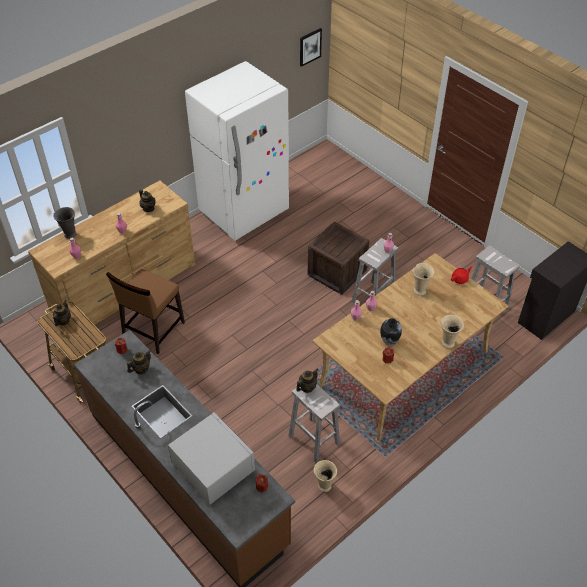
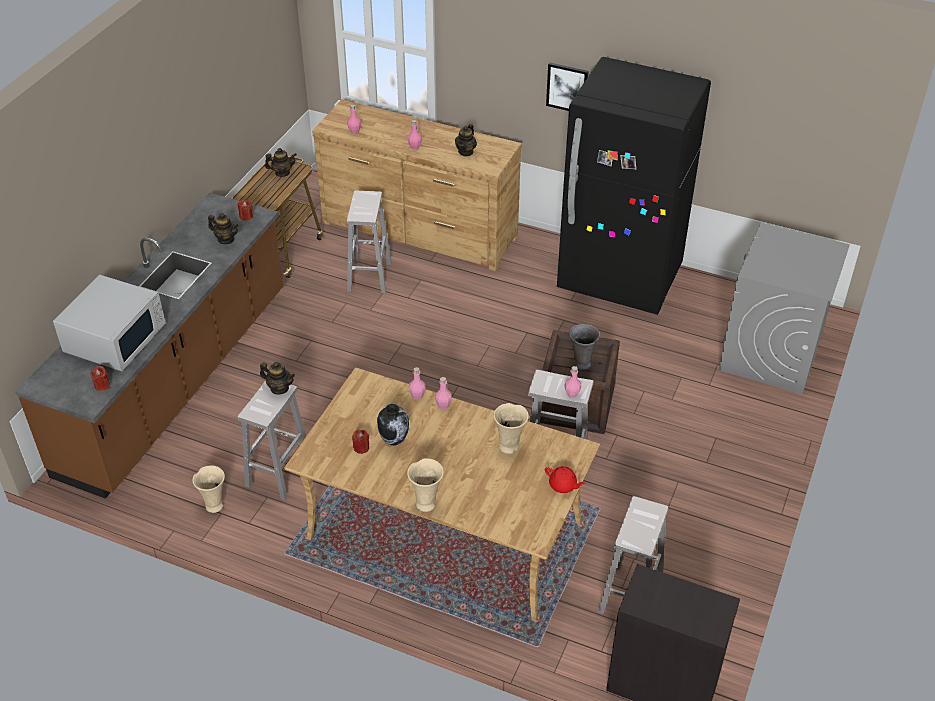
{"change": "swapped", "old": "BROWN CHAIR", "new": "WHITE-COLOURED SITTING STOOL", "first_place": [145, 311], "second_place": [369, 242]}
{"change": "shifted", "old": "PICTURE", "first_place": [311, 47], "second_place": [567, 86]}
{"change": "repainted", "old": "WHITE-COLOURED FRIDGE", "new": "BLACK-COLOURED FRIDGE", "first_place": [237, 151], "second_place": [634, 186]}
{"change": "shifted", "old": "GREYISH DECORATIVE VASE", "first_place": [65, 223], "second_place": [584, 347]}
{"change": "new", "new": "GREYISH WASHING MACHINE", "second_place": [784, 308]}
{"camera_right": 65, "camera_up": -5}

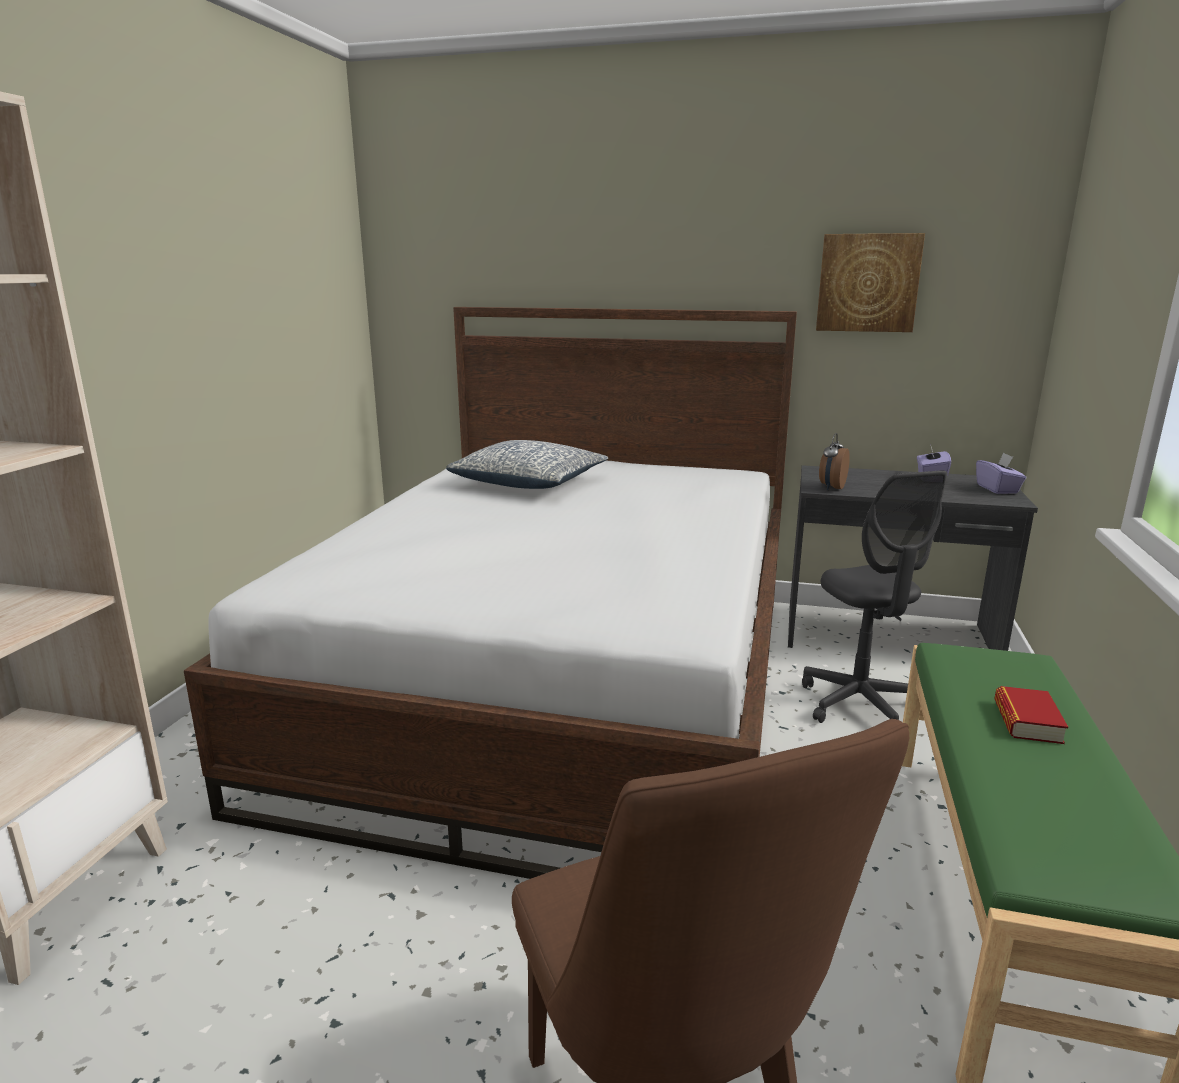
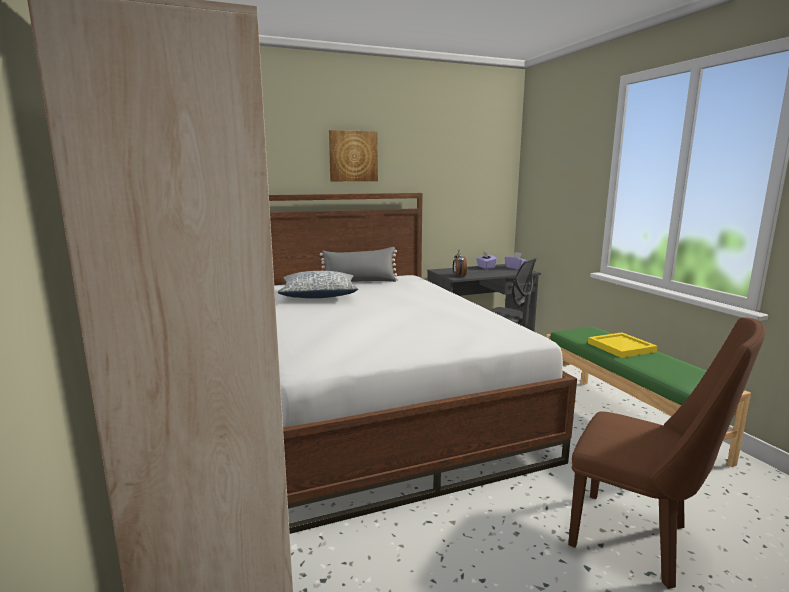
{"change": "new", "new": "GREYISH THROW PILLOW", "second_place": [359, 264]}
{"change": "shifted", "old": "PICTURE", "first_place": [870, 282], "second_place": [353, 155]}
{"change": "swapped", "old": "BOOK", "new": "YELLOW-COLOURED TRAY", "first_place": [1031, 715], "second_place": [622, 345]}
{"camera_right": -35, "camera_up": -5}

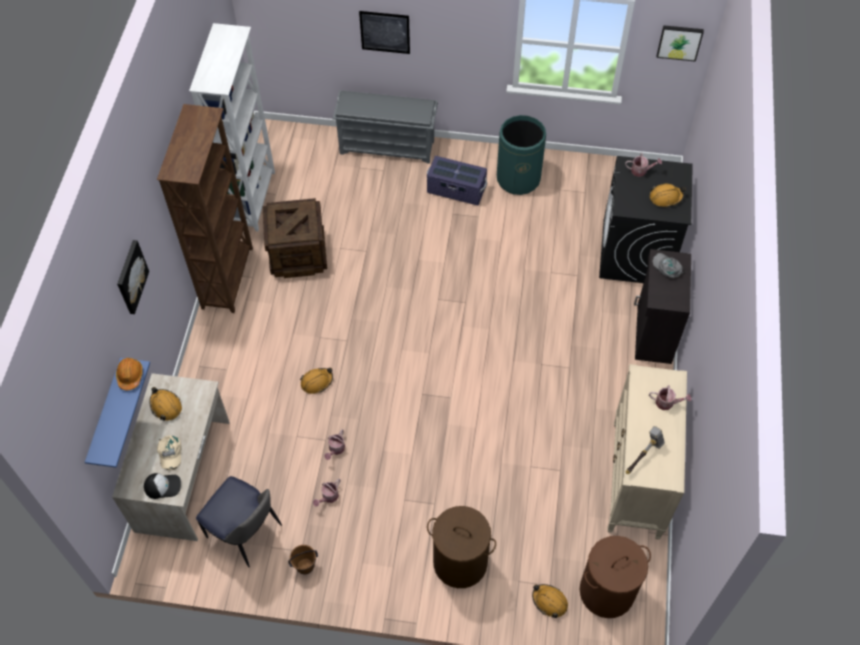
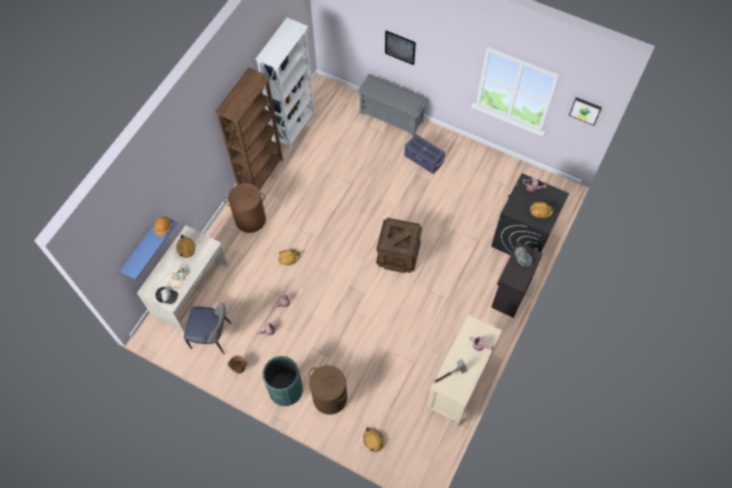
{"change": "rotated", "old": "CHAIR", "first_place": [239, 522], "second_place": [208, 328], "degrees": -45}
{"change": "shifted", "old": "BROWN HAMPER", "first_place": [615, 577], "second_place": [245, 208]}
{"change": "shifted", "old": "GREENISH WASTE BIN", "first_place": [521, 155], "second_place": [283, 381]}
{"change": "shifted", "old": "SHIPPING CRATE", "first_place": [295, 238], "second_place": [399, 245]}
{"change": "gone", "old": "PICTURE", "first_place": [133, 277]}
{"camera_right": 20, "camera_up": 5}

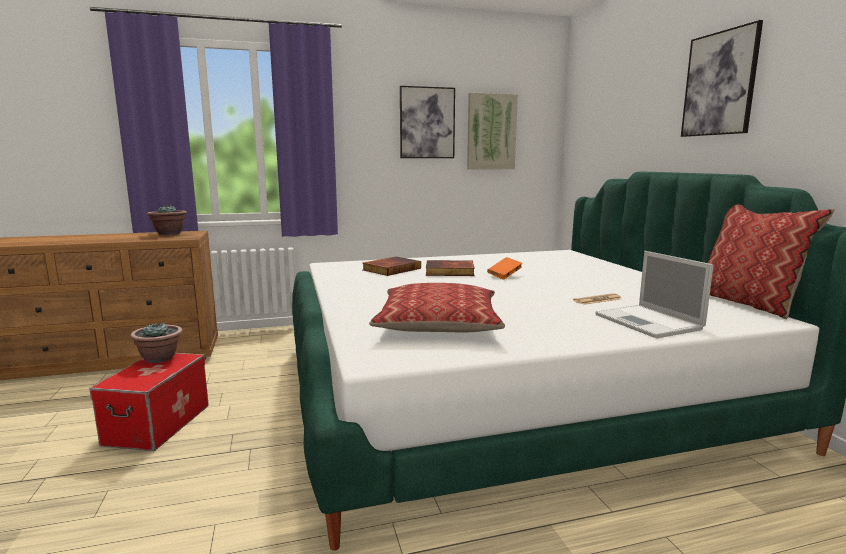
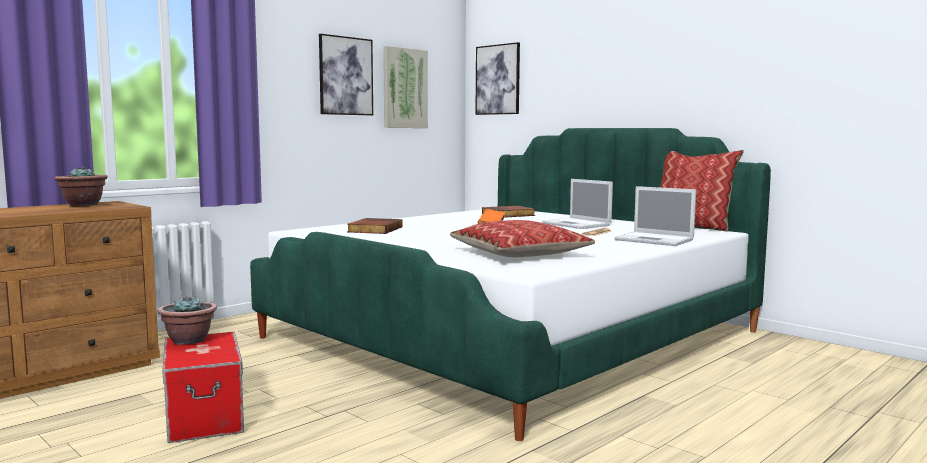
{"change": "shifted", "old": "PICTURE", "first_place": [722, 78], "second_place": [497, 78]}
{"change": "shifted", "old": "BOOK", "first_place": [450, 268], "second_place": [508, 212]}
{"change": "new", "new": "PORTABLE COMPUTER", "second_place": [577, 204]}
{"camera_right": -30, "camera_up": -5}

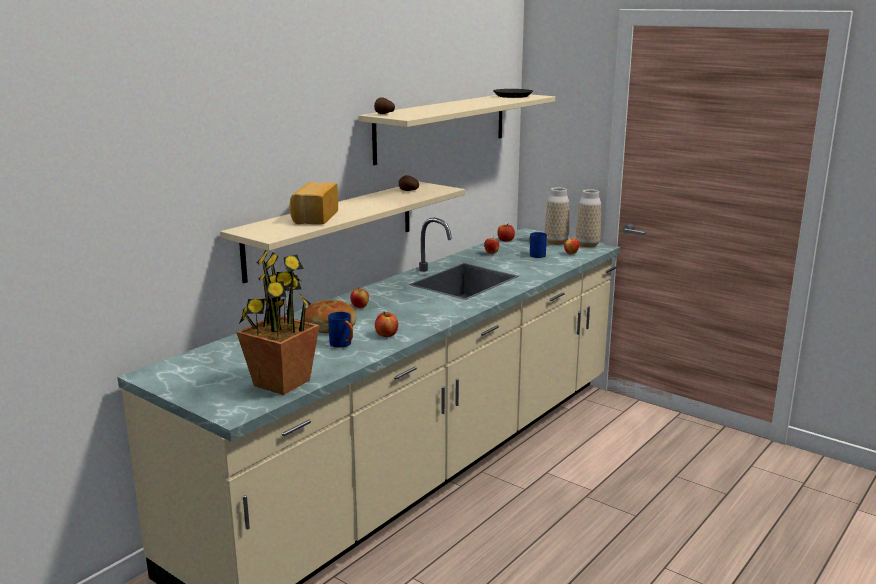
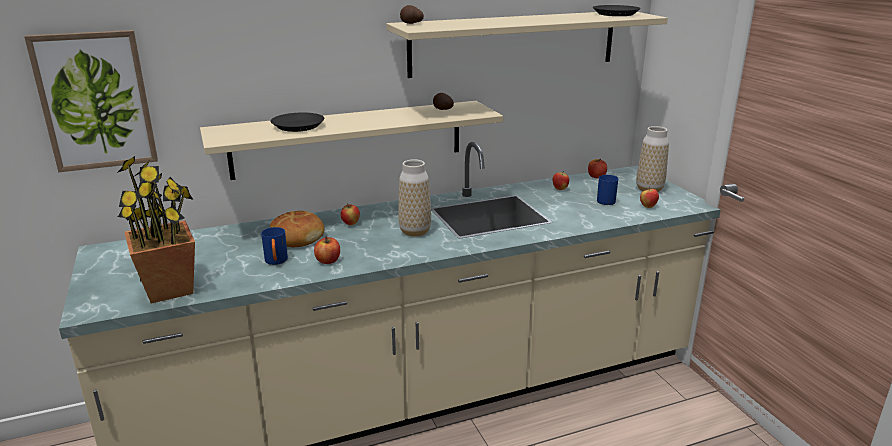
{"change": "new", "new": "PICTURE", "second_place": [91, 101]}
{"change": "swapped", "old": "BAKERY BREAD", "new": "BLACK-COLOURED FLAT DISH", "first_place": [313, 203], "second_place": [298, 122]}
{"change": "shifted", "old": "DECORATIVE VASE", "first_place": [588, 218], "second_place": [414, 198]}
{"camera_right": 30, "camera_up": 5}

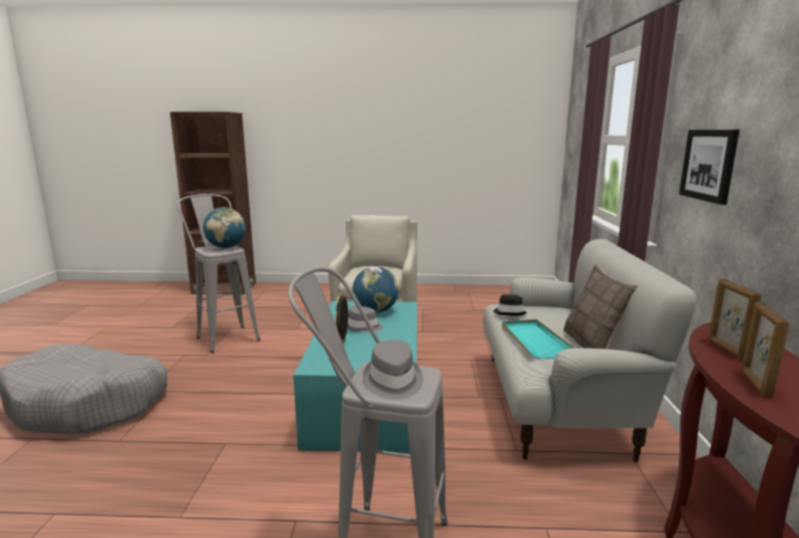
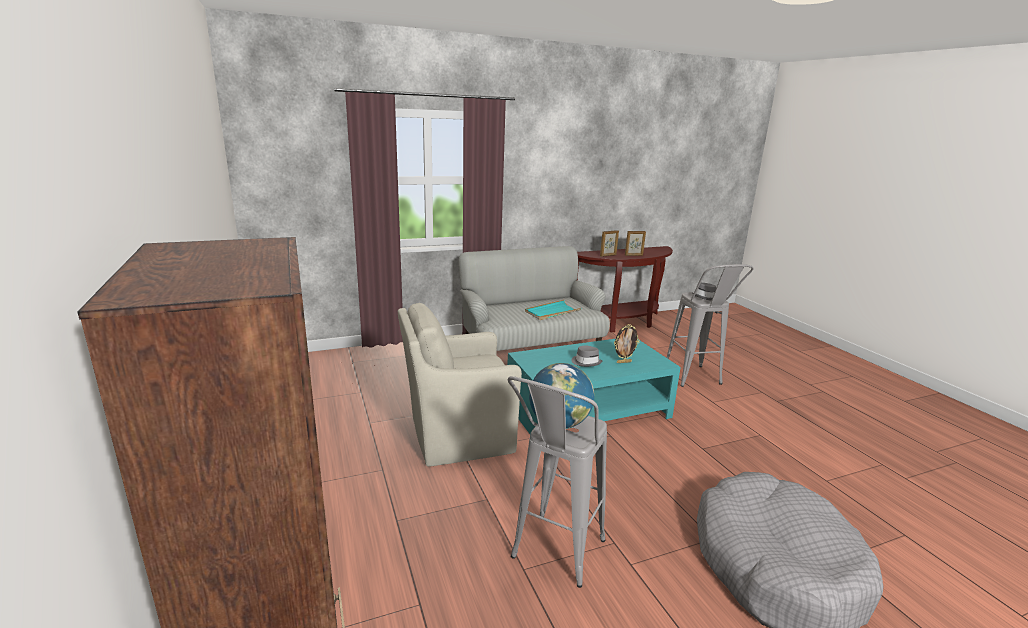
{"change": "gone", "old": "WORLD GLOBE", "first_place": [376, 290]}
{"change": "gone", "old": "BLACK-COLOURED WEARABLE HAT", "first_place": [510, 305]}
{"change": "gone", "old": "THROW PILLOW", "first_place": [600, 306]}
{"change": "gone", "old": "PICTURE", "first_place": [709, 167]}
{"camera_right": -115, "camera_up": 5}

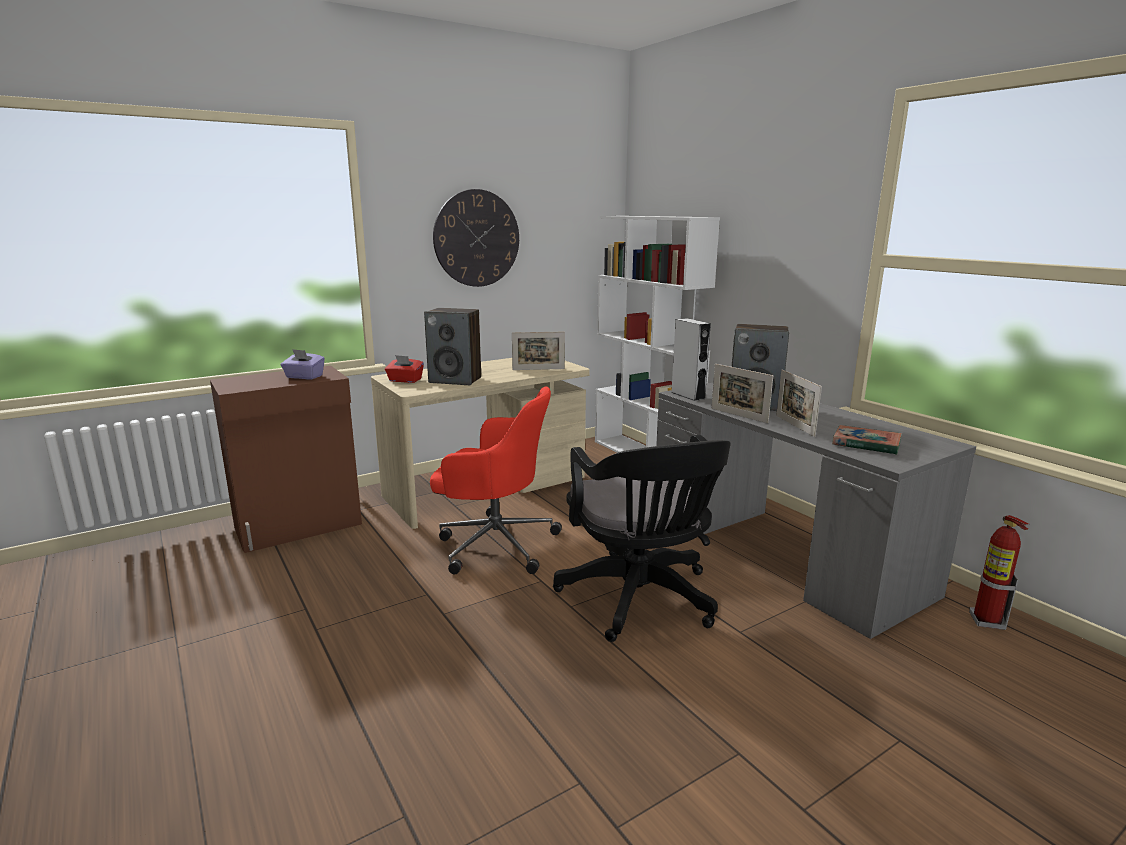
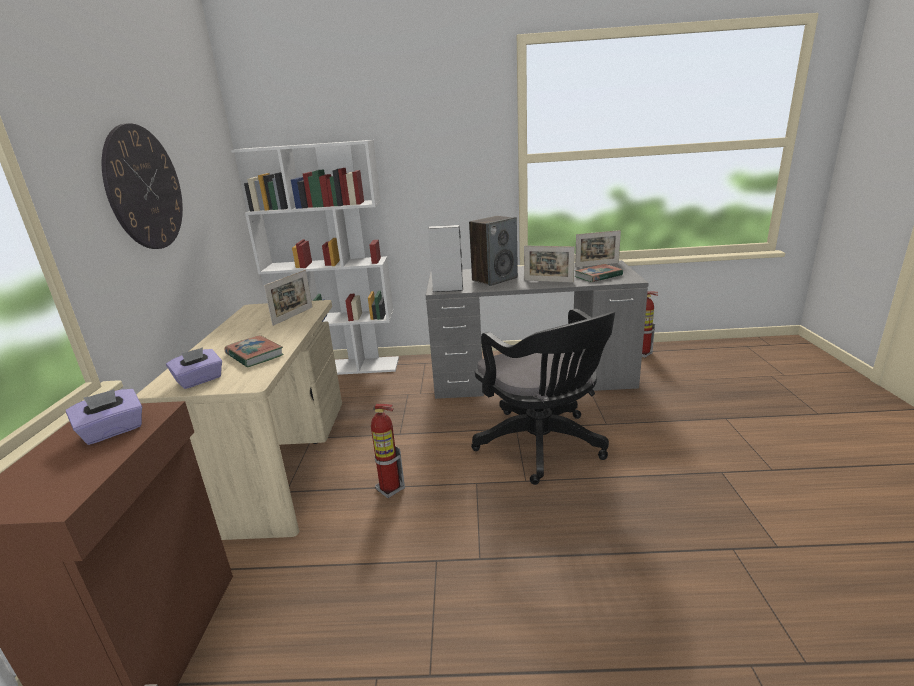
{"change": "repainted", "old": "RED-COLOURED TISSUE HOLDER", "new": "PURPLISH TISSUE HOLDER", "first_place": [404, 369], "second_place": [194, 368]}
{"change": "swapped", "old": "LOUDSPEAKER", "new": "BOOK", "first_place": [452, 346], "second_place": [254, 351]}
{"change": "swapped", "old": "RED-COLOURED OFFICE CHAIR", "new": "EXTINGUISHER", "first_place": [496, 480], "second_place": [388, 451]}
{"change": "rotated", "old": "BLACK-COLOURED OFFICE CHAIR", "first_place": [642, 538], "second_place": [543, 397], "degrees": 45}
{"change": "shifted", "old": "PICTURE FRAME", "first_place": [742, 393], "second_place": [598, 248]}
{"camera_right": -55, "camera_up": 5}

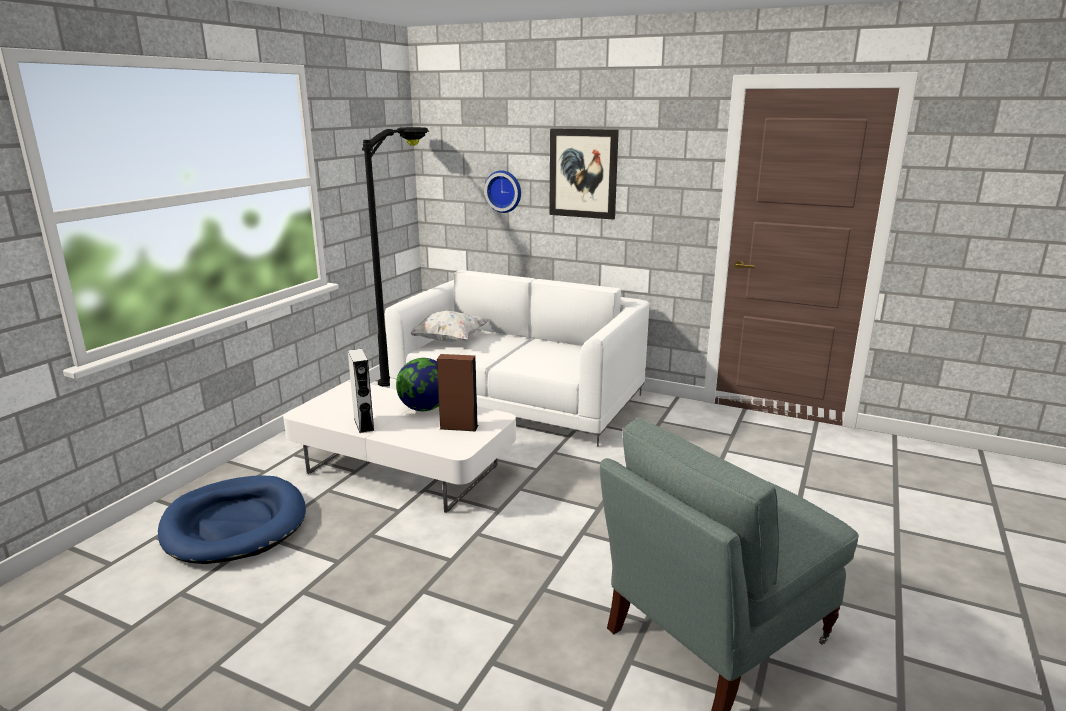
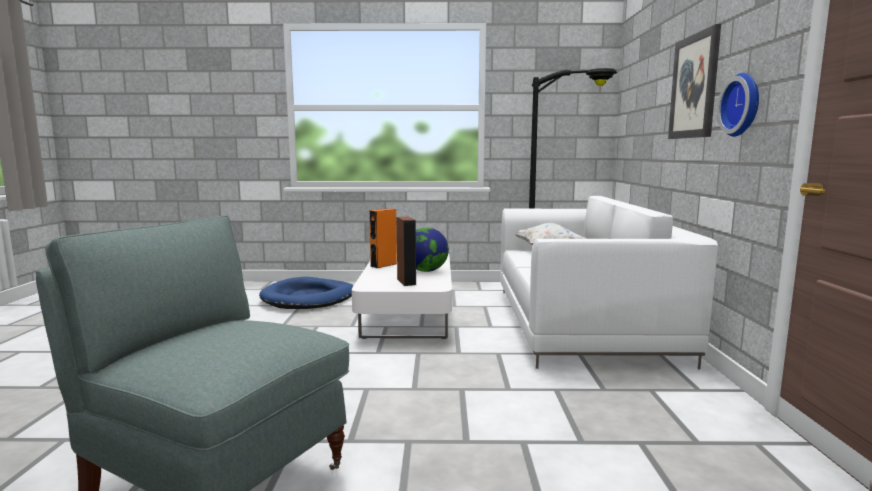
{"change": "repainted", "old": "GREYISH LOUDSPEAKER", "new": "ORANGEY LOUDSPEAKER", "first_place": [361, 391], "second_place": [383, 238]}
{"change": "shifted", "old": "HANGING CLOCK", "first_place": [502, 191], "second_place": [738, 105]}
{"camera_right": 65, "camera_up": -10}

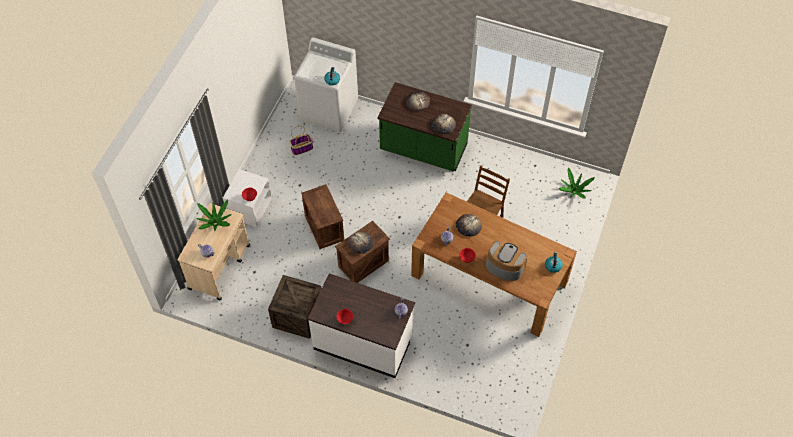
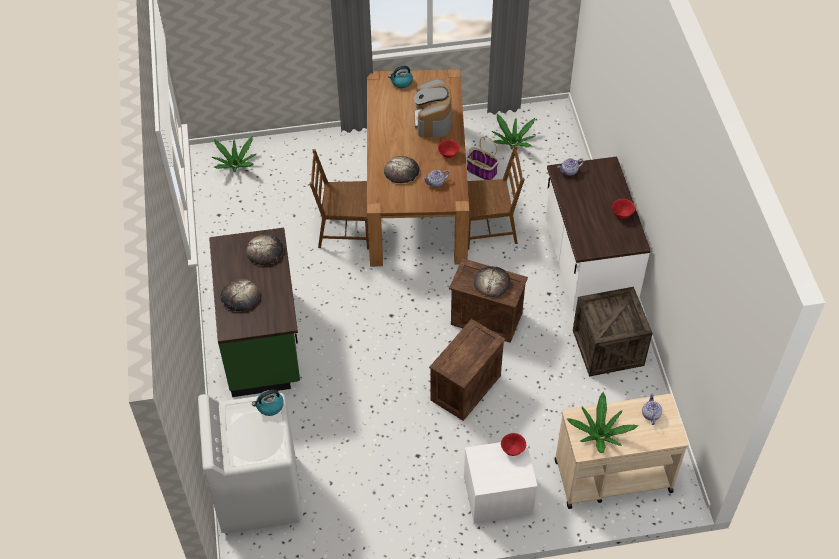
{"change": "shifted", "old": "HOUSEHOLD BASKET", "first_place": [301, 140], "second_place": [483, 158]}
{"change": "new", "new": "BROWN CHAIR", "second_place": [496, 197]}
{"change": "new", "new": "HOUSEPLANT", "second_place": [513, 132]}
{"camera_right": -120, "camera_up": -5}

